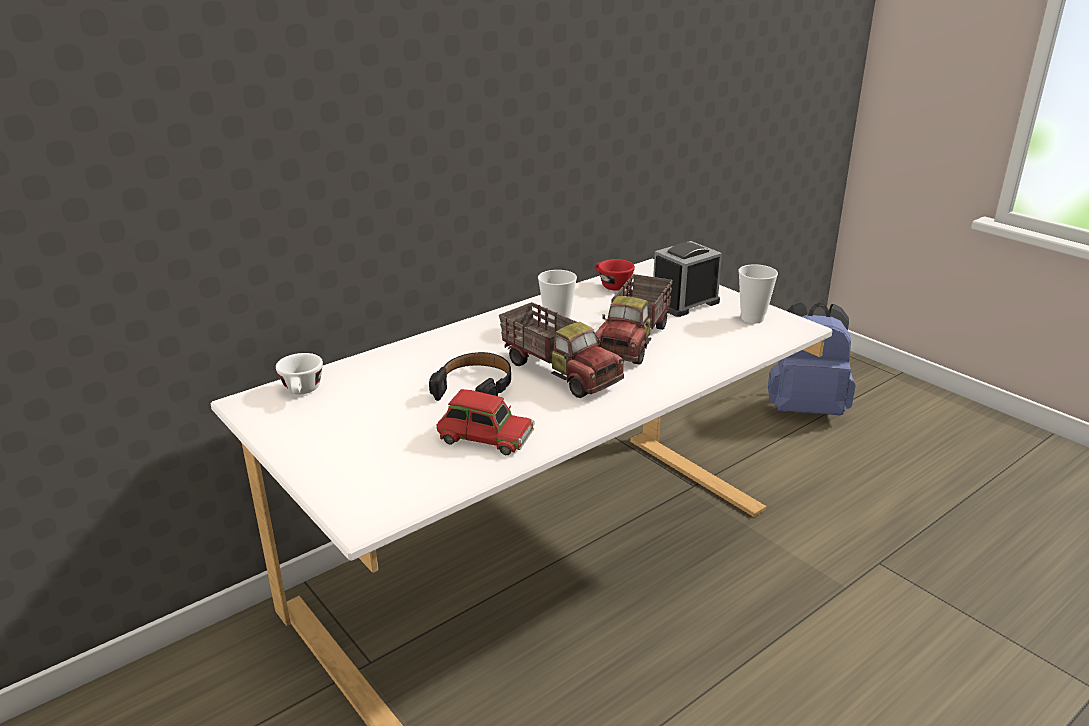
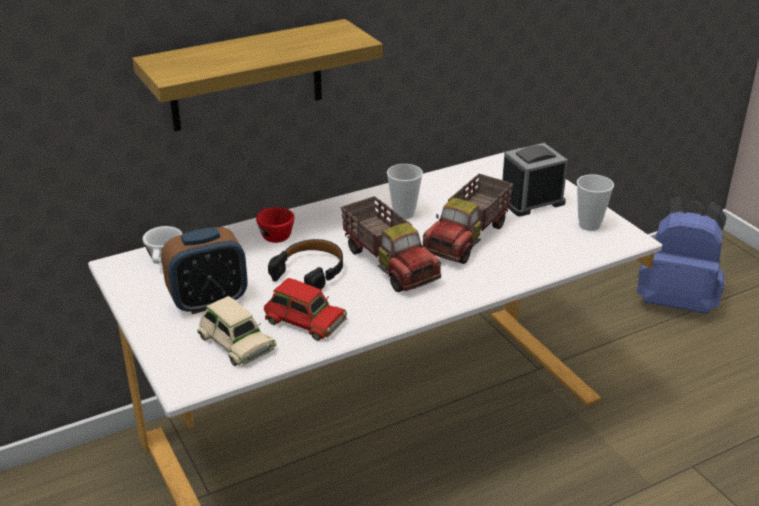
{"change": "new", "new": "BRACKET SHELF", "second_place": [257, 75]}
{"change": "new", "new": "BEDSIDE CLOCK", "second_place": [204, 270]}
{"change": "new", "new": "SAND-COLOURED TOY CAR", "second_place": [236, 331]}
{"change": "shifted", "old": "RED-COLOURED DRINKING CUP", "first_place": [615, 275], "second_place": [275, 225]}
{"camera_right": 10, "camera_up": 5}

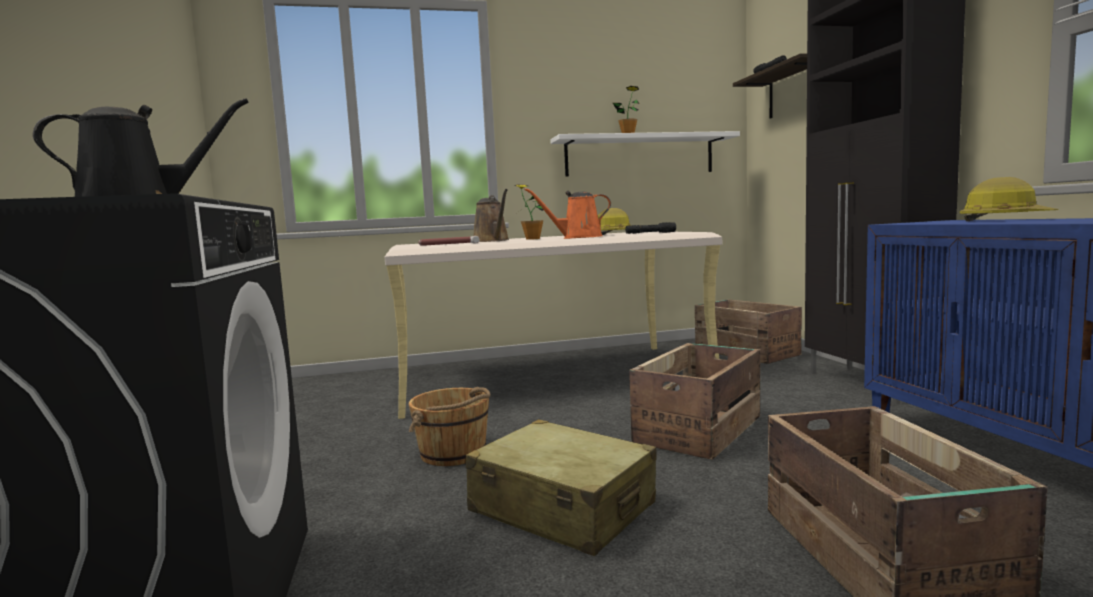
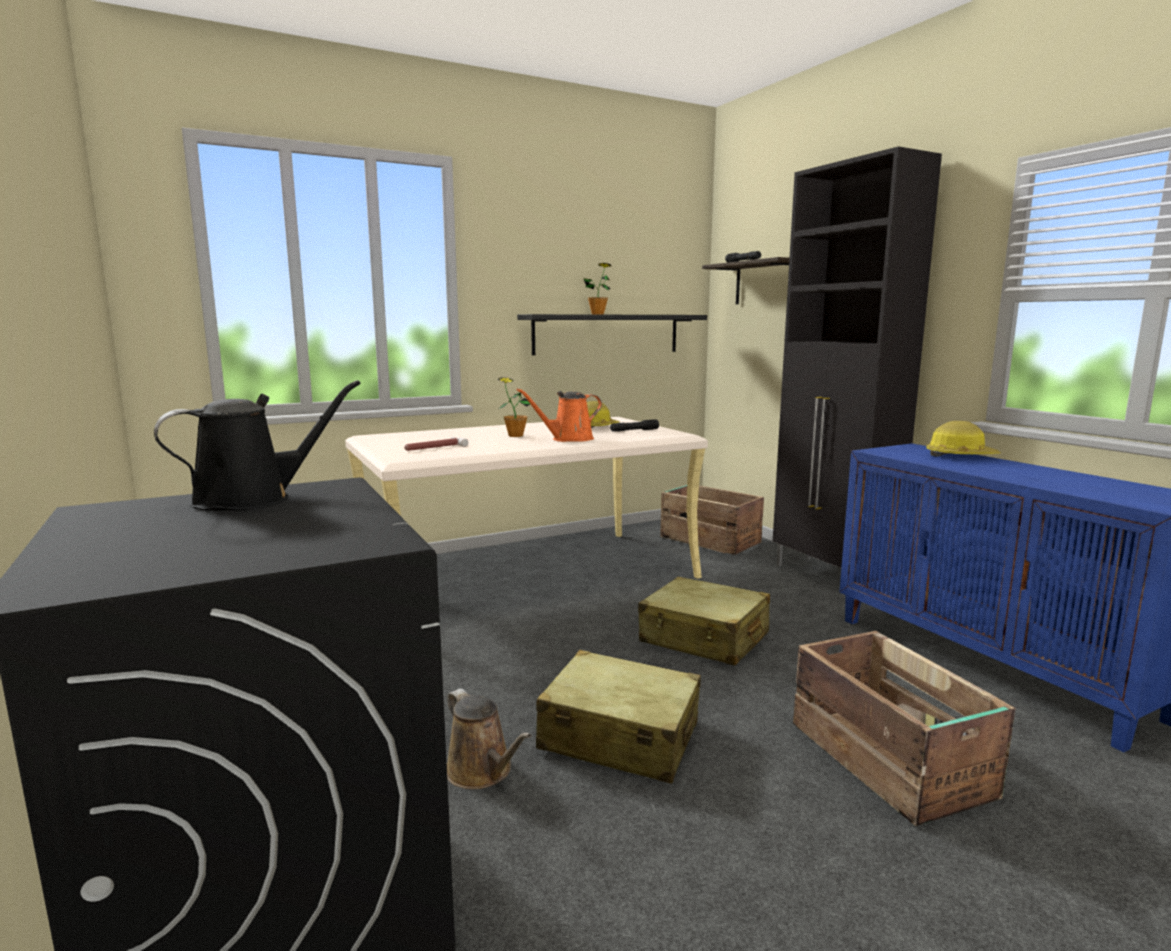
{"change": "shifted", "old": "BROWN WATERING POT", "first_place": [491, 215], "second_place": [489, 739]}
{"change": "repainted", "old": "WHITE-COLOURED BRACKET SHELF", "new": "BLACK-COLOURED BRACKET SHELF", "first_place": [645, 154], "second_place": [612, 334]}
{"change": "swapped", "old": "SHIPPING CRATE", "new": "SAND-COLOURED PIECE OF LUGGAGE", "first_place": [694, 401], "second_place": [704, 621]}
{"change": "gone", "old": "BROWN PAIL", "first_place": [450, 426]}
{"camera_right": -15, "camera_up": 5}

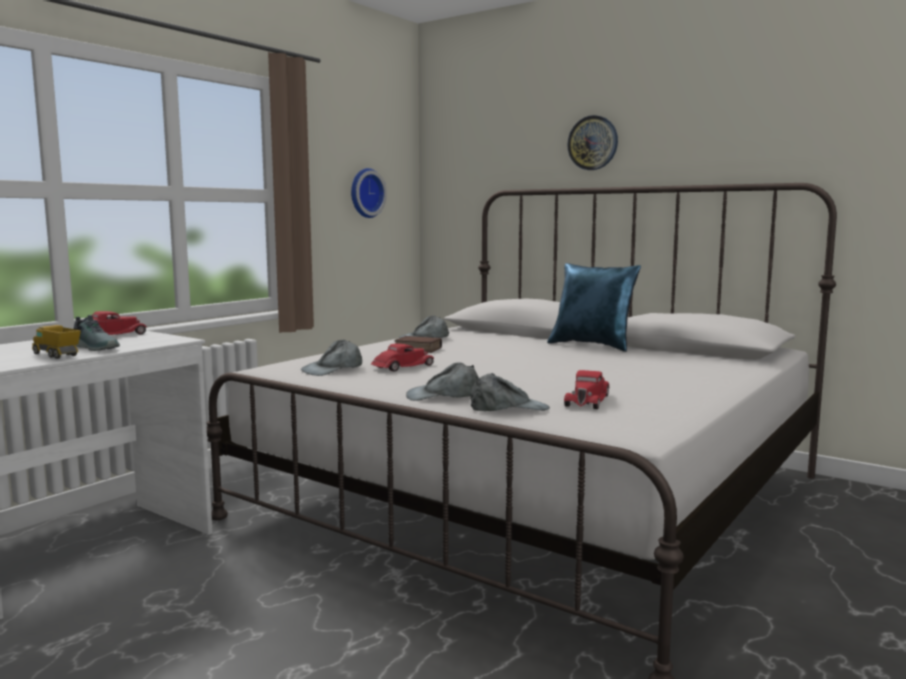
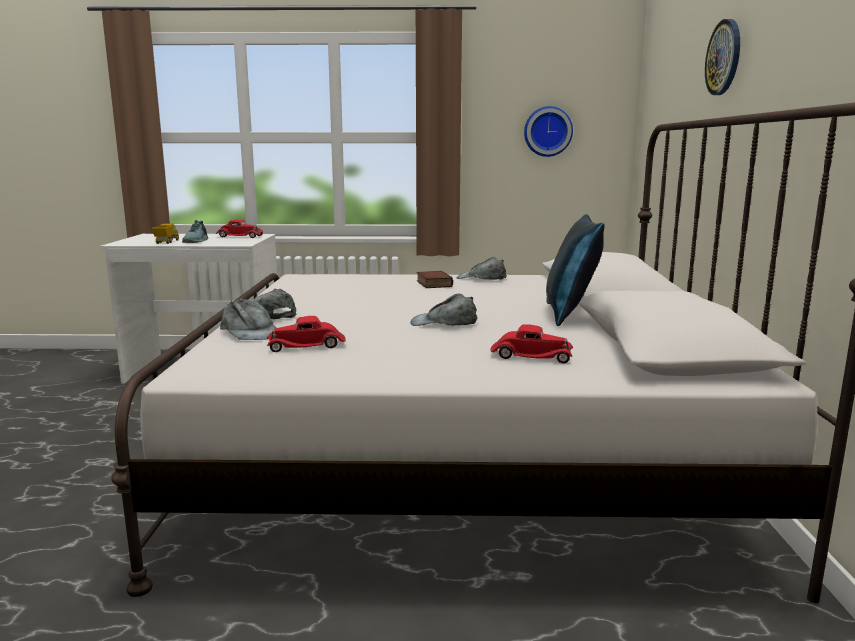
{"change": "shifted", "old": "GREYISH CAP", "first_place": [331, 357], "second_place": [444, 310]}
{"change": "shifted", "old": "RED-COLOURED TOY CAR", "first_place": [403, 357], "second_place": [532, 343]}
{"camera_right": 55, "camera_up": 5}

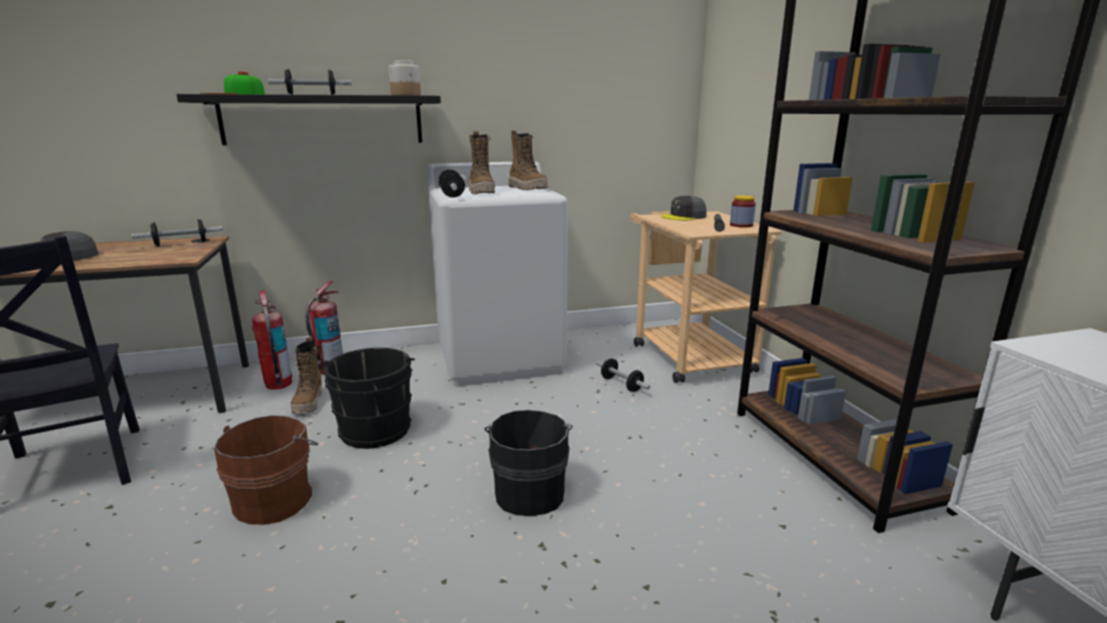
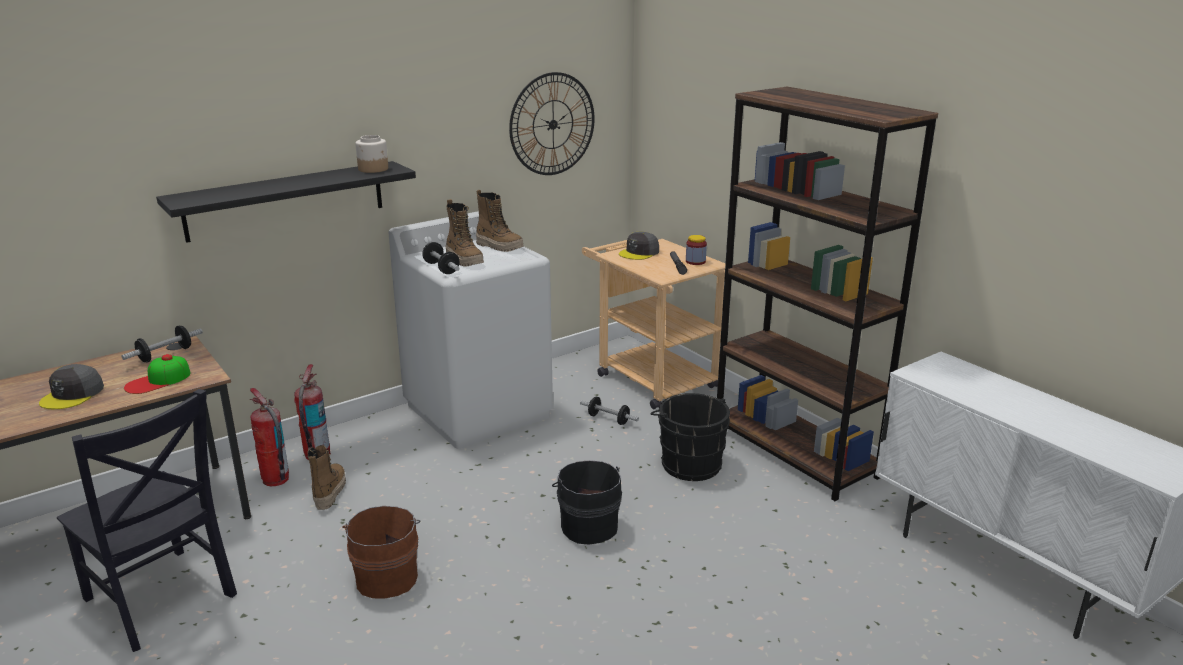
{"change": "shifted", "old": "CAP", "first_place": [232, 82], "second_place": [157, 374]}
{"change": "rotated", "old": "HIGH-TOP BOOT", "first_place": [306, 375], "second_place": [327, 477], "degrees": -150}
{"change": "new", "new": "HANGING CLOCK", "second_place": [552, 123]}
{"change": "shifted", "old": "BLACK-COLOURED PAIL", "first_place": [369, 398], "second_place": [690, 437]}
{"change": "gone", "old": "DUMBBELL", "first_place": [309, 82]}
{"camera_right": -20, "camera_up": 5}

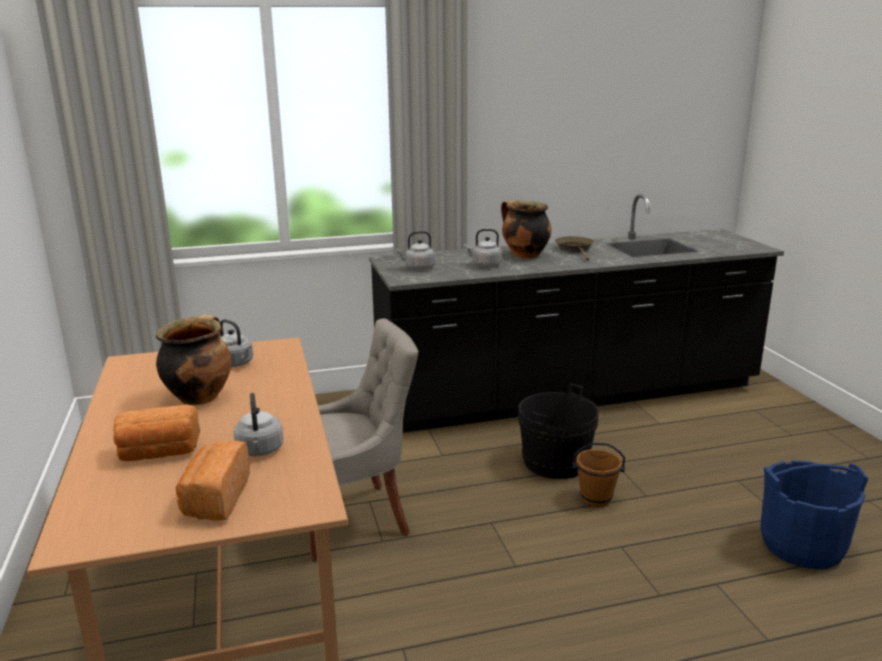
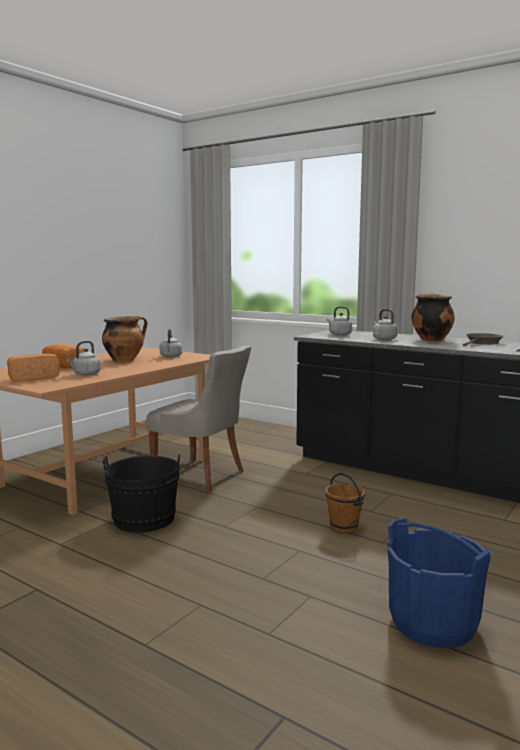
{"change": "shifted", "old": "BLACK-COLOURED PAIL", "first_place": [558, 431], "second_place": [141, 493]}
{"camera_right": 50, "camera_up": -10}

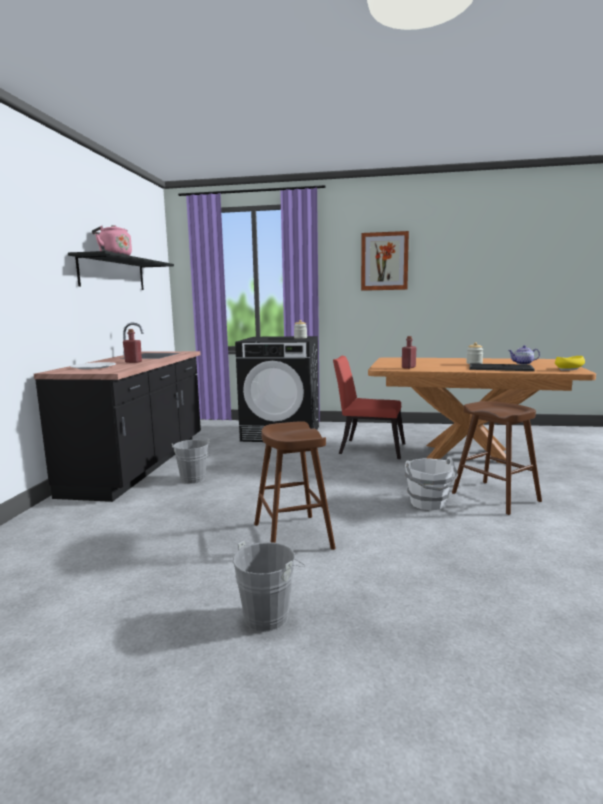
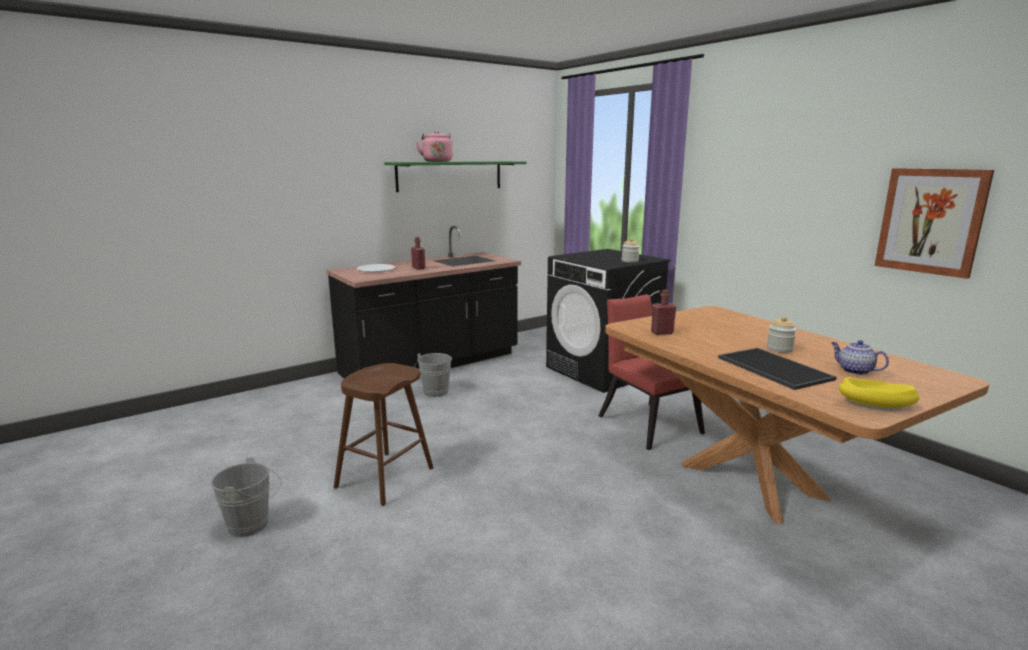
{"change": "repainted", "old": "BLACK-COLOURED BRACKET SHELF", "new": "GREENISH BRACKET SHELF", "first_place": [121, 270], "second_place": [455, 176]}
{"change": "shifted", "old": "PICTURE", "first_place": [385, 261], "second_place": [934, 223]}
{"change": "gone", "old": "WHITE-COLOURED PAIL", "first_place": [431, 483]}
{"change": "gone", "old": "BROWN SITTING STOOL", "first_place": [497, 458]}
{"camera_right": 45, "camera_up": 5}

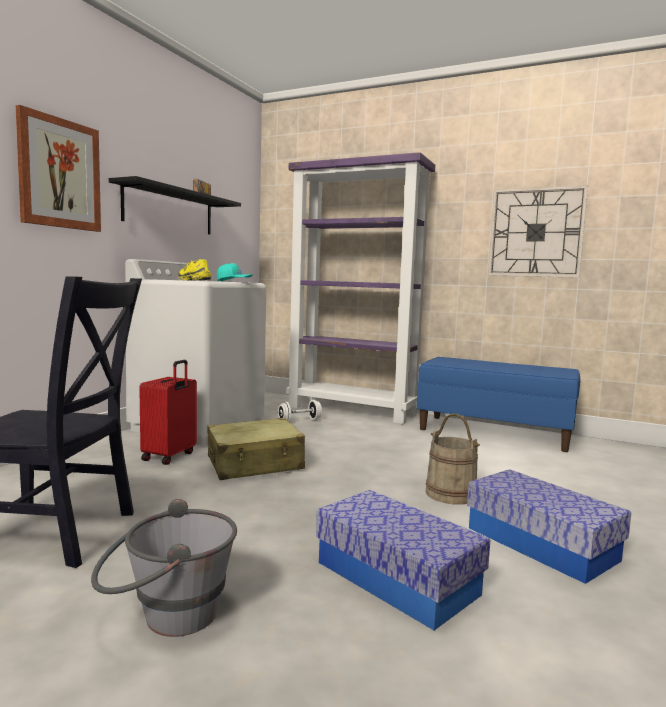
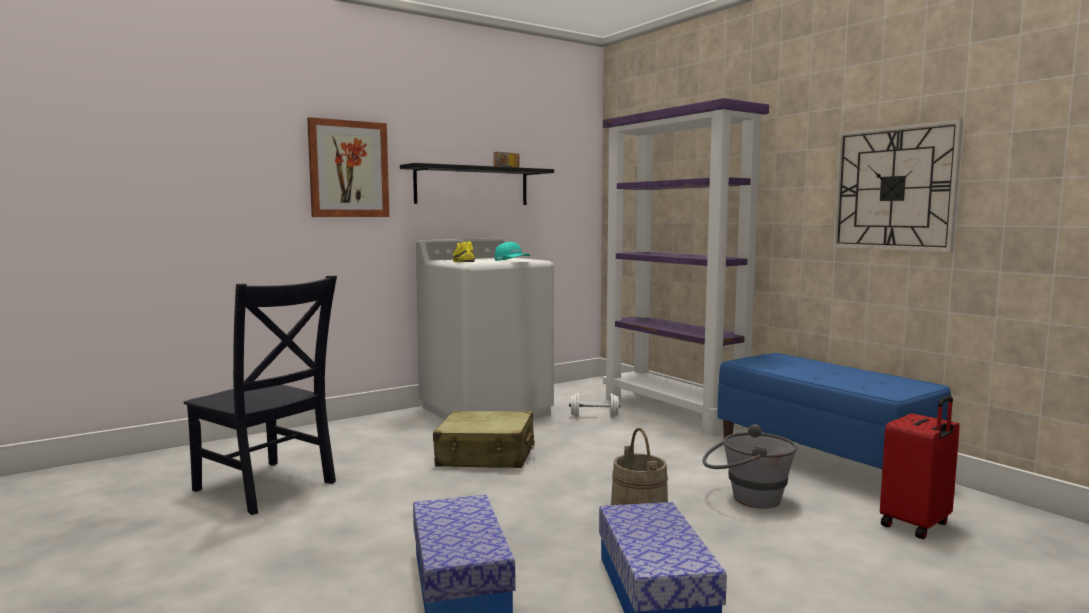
{"change": "shifted", "old": "GREYISH PAIL", "first_place": [164, 568], "second_place": [750, 466]}
{"change": "shifted", "old": "RED-COLOURED PIECE OF LUGGAGE", "first_place": [168, 412], "second_place": [920, 467]}
{"camera_right": 30, "camera_up": 0}

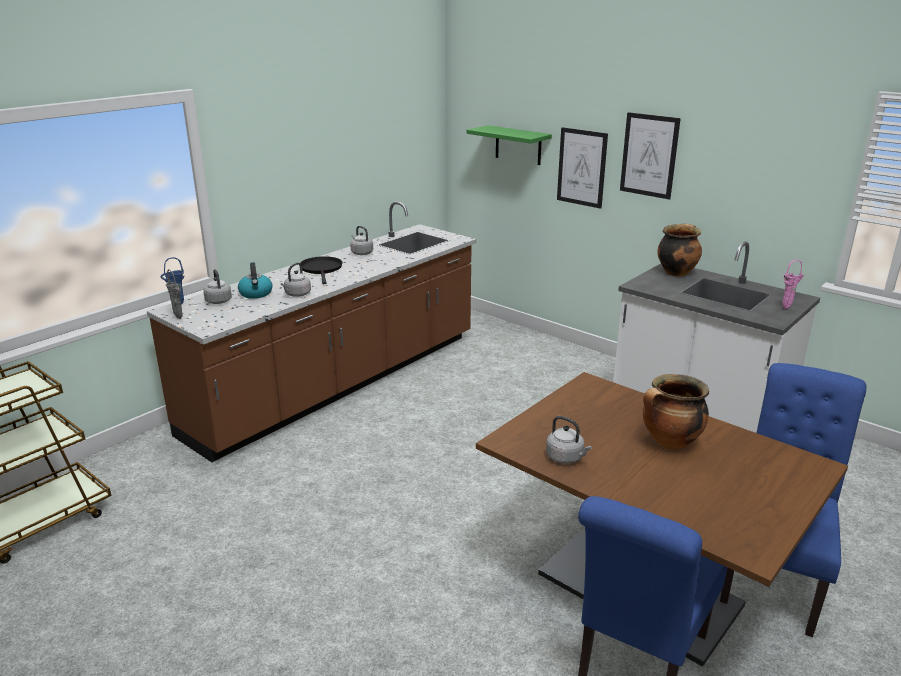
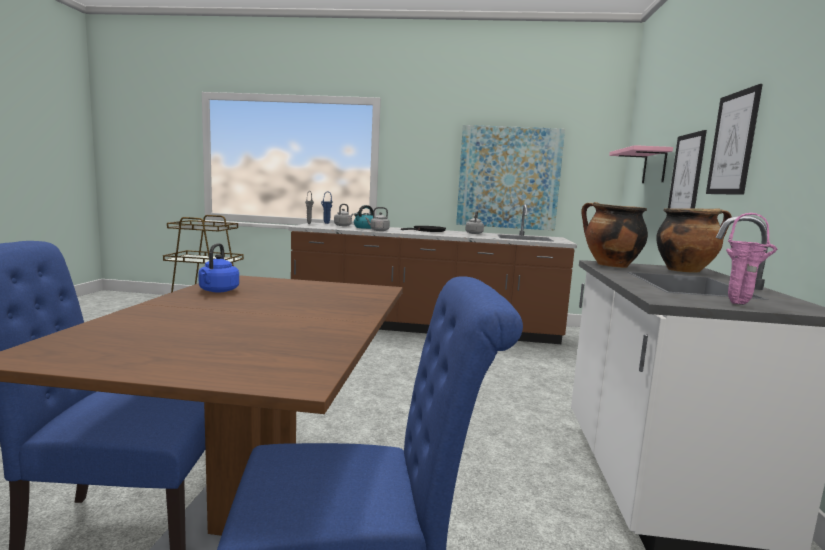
{"change": "repainted", "old": "GREYISH TEA KETTLE", "new": "BLUISH TEA KETTLE", "first_place": [569, 440], "second_place": [218, 268]}
{"change": "new", "new": "PICTURE", "second_place": [510, 178]}
{"change": "shifted", "old": "COOKING POT", "first_place": [676, 412], "second_place": [614, 235]}
{"change": "repainted", "old": "GREENISH BRACKET SHELF", "new": "PINK-COLOURED BRACKET SHELF", "first_place": [509, 145], "second_place": [641, 164]}
{"camera_right": 55, "camera_up": -15}

